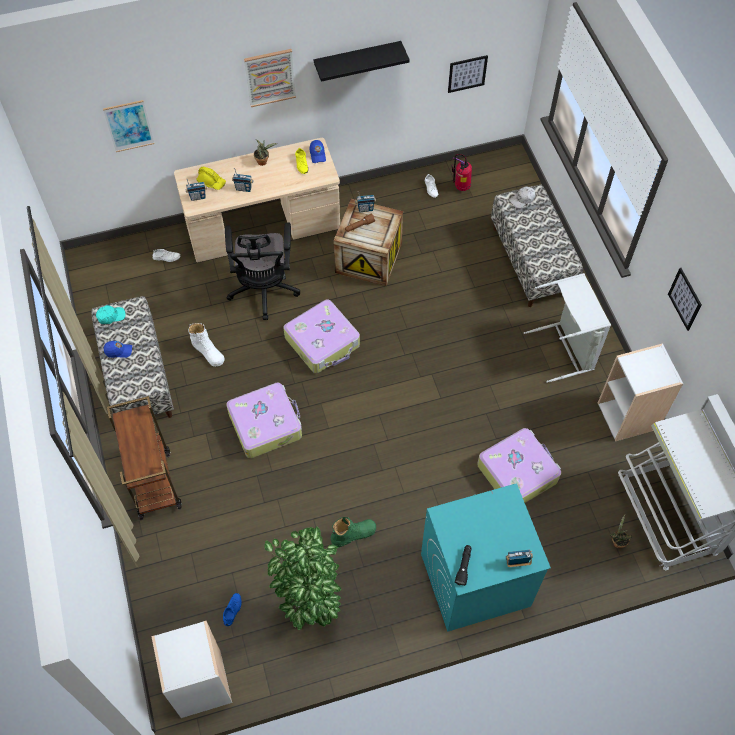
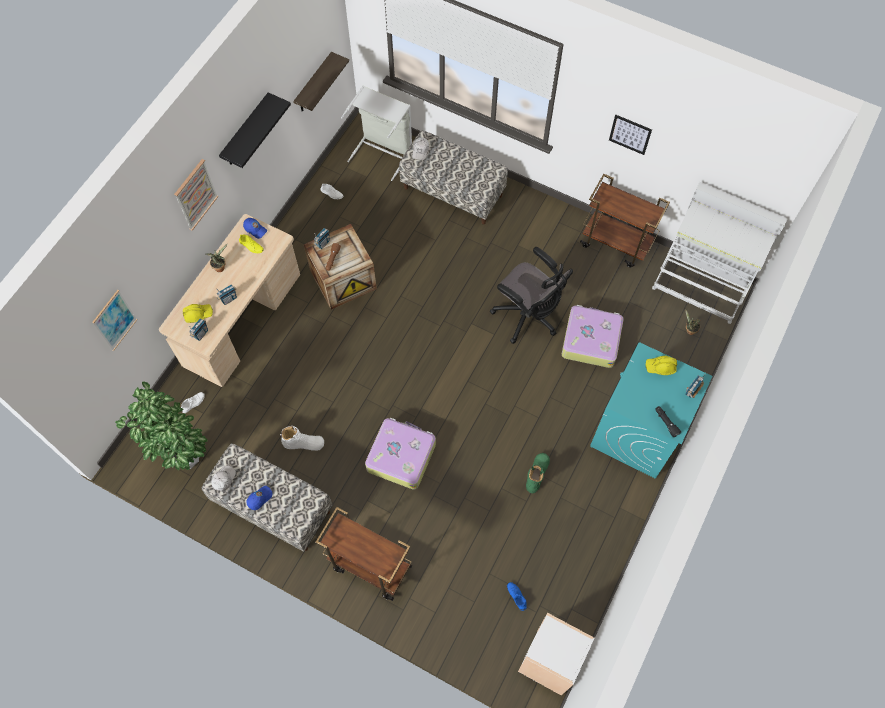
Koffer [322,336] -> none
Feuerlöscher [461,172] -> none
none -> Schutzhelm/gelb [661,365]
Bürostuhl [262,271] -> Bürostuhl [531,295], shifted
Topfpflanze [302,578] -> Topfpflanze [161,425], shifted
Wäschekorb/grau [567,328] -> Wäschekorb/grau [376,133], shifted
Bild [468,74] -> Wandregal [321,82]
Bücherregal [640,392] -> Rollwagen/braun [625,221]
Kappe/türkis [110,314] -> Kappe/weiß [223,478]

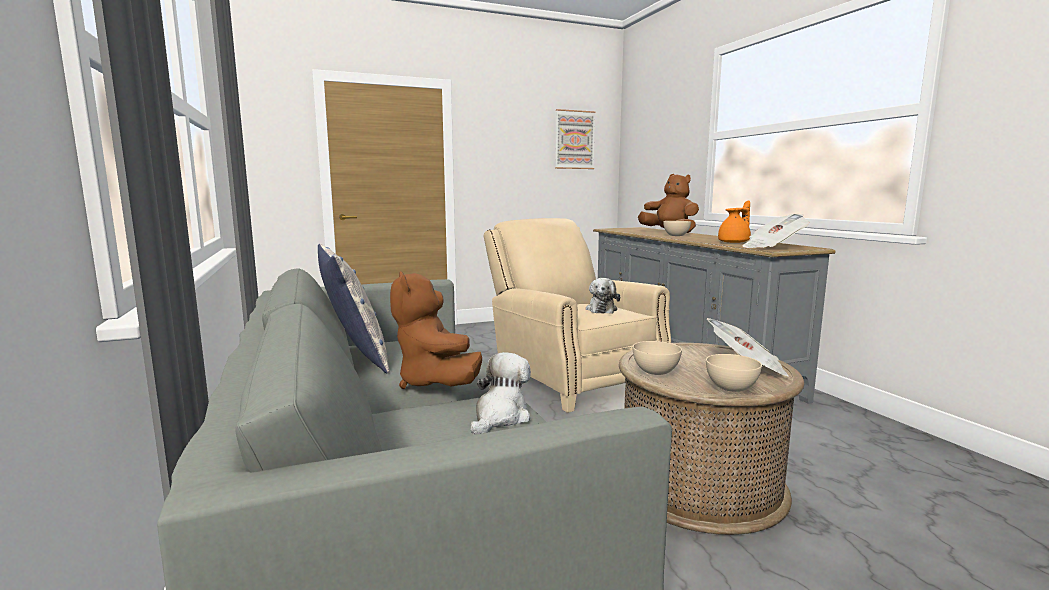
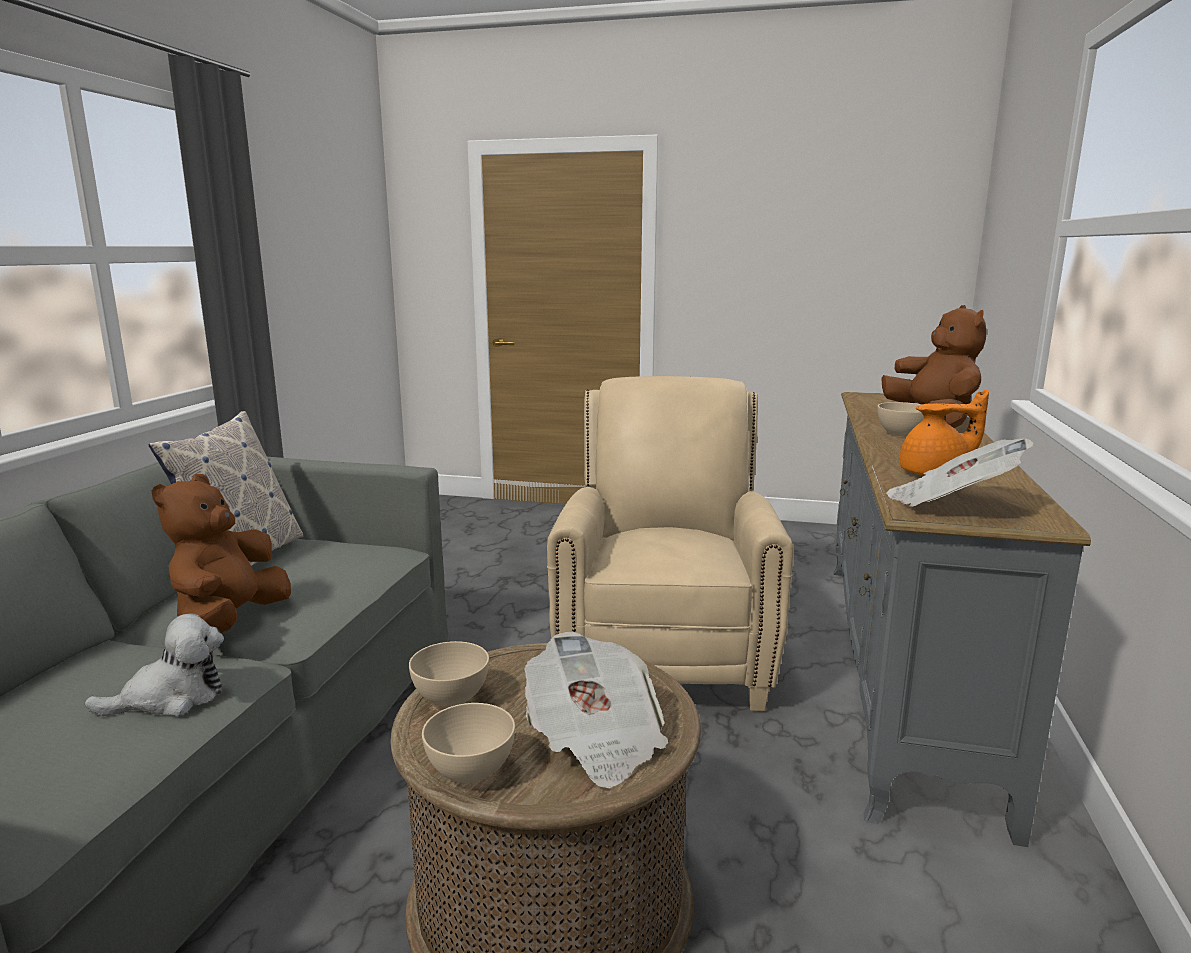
Bild [575,139] -> none
Plüschtier [603,296] -> none

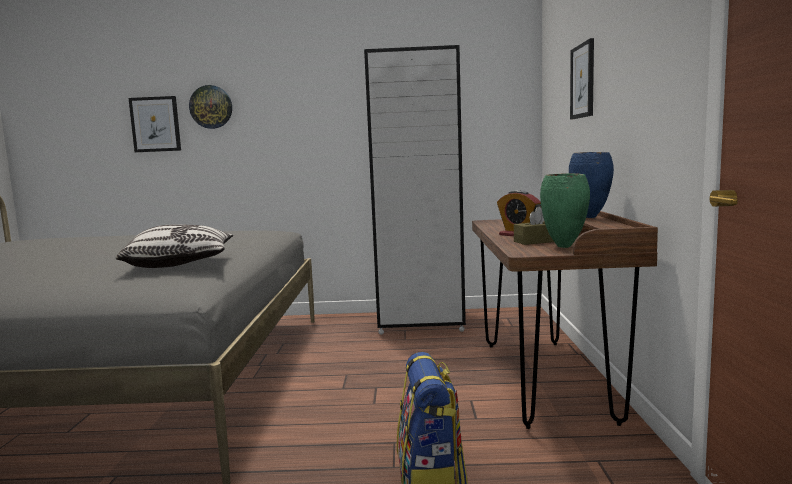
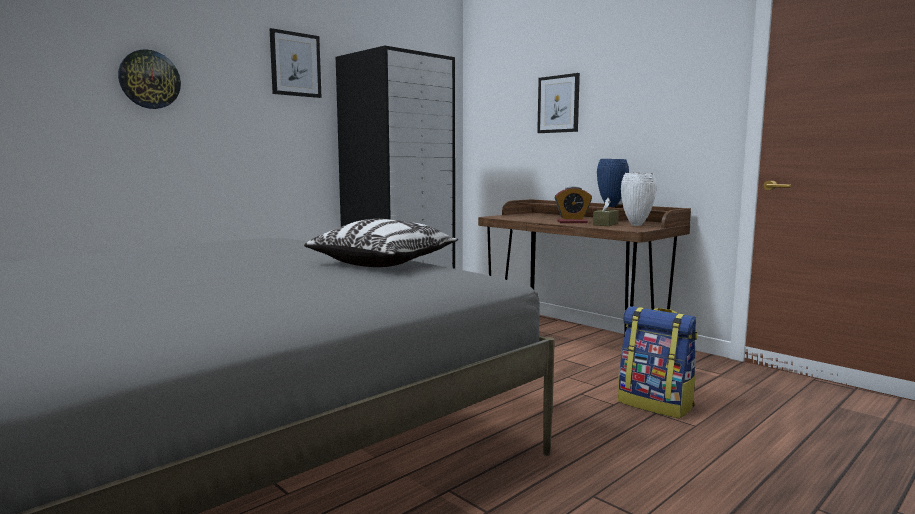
Bild [154,124] -> Bild [296,63], shifted
Vase/grün [565,210] -> Vase/weiß [639,199]

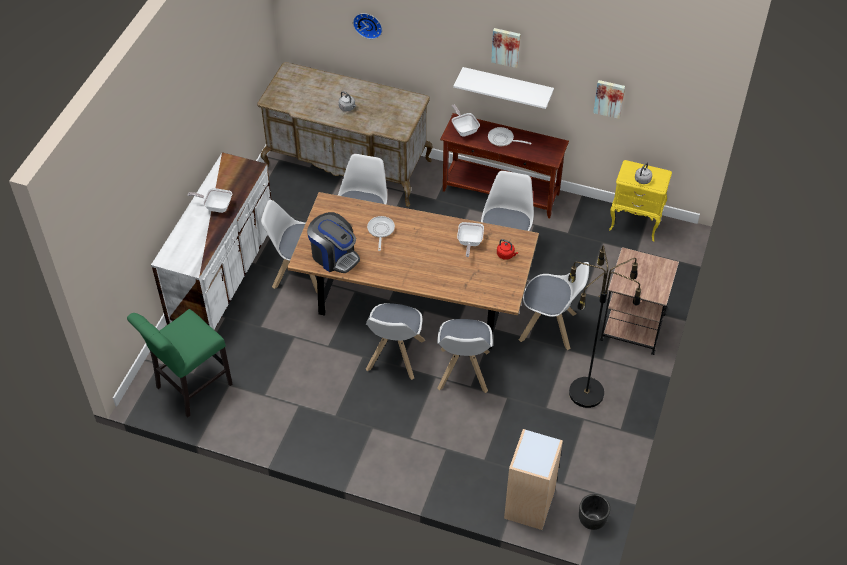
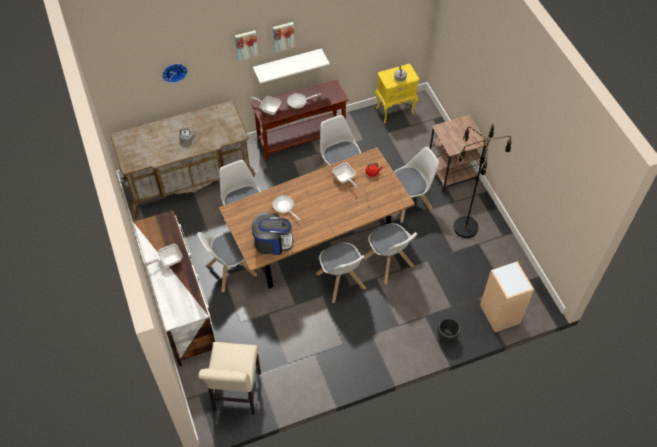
Pflanzkübel/schwarz [594,512] -> Pflanzkübel/schwarz [449,330], shifted
Bild [609,99] -> Bild [246,45], shifted
Hocker/grün [179,363] -> Hocker/beige [230,378]

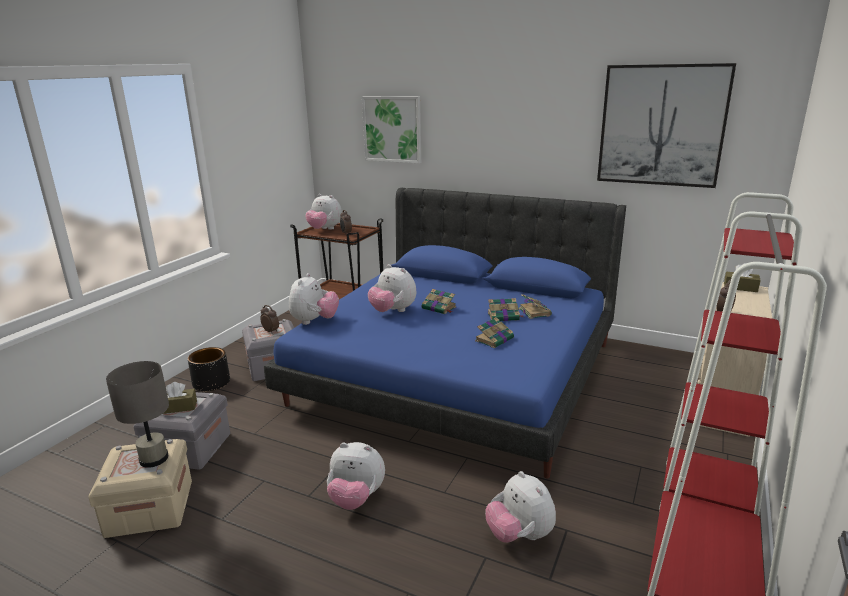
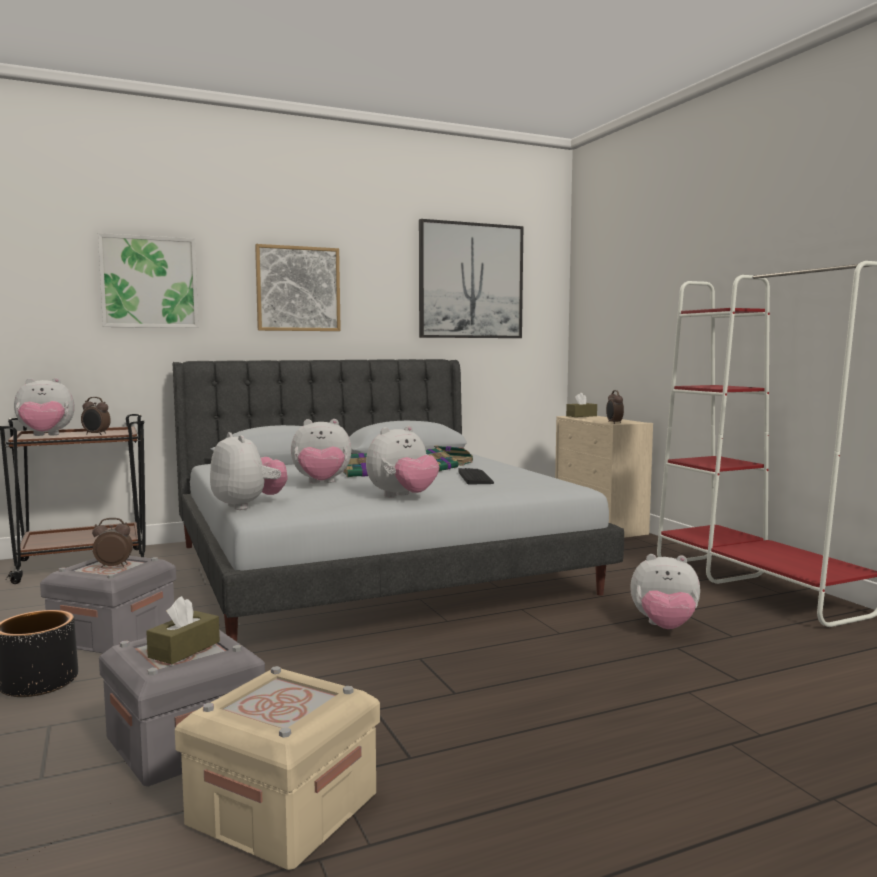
Tischlampe/grau [137,414] -> none
none -> Bild [298,287]
Plüschtier [356,476] -> Plüschtier [402,461], shifted
Buch [494,332] -> Tastatur [476,476]
Bett/blau [445,333] -> Bett/grau [398,500]

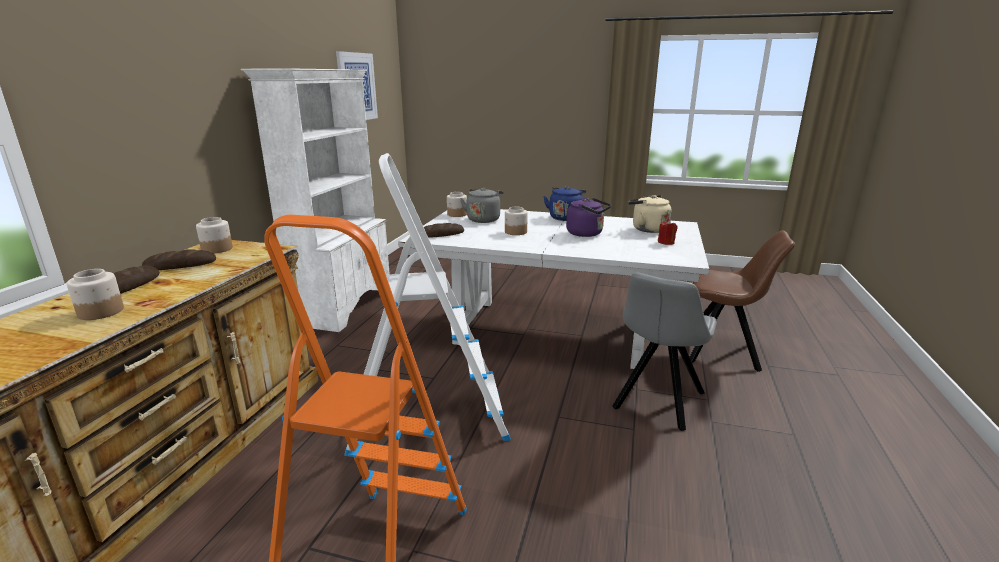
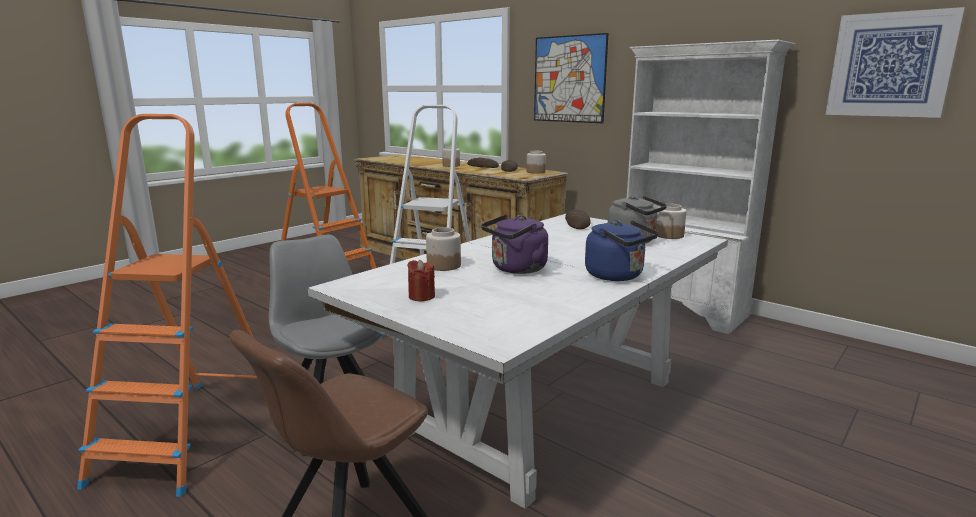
Wasserkessel/beige [649,214] -> none
none -> Trittleiter/orange [167,305]
none -> Bild [571,78]
Vorratsglas [516,221] -> Vorratsglas [443,249], shifted

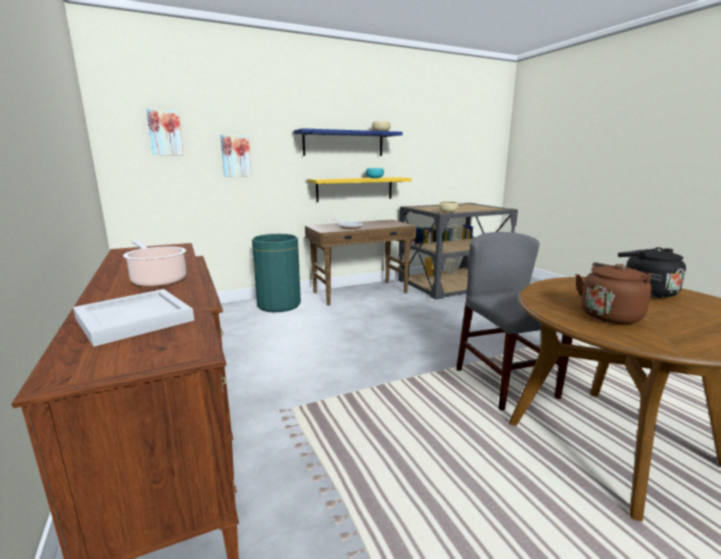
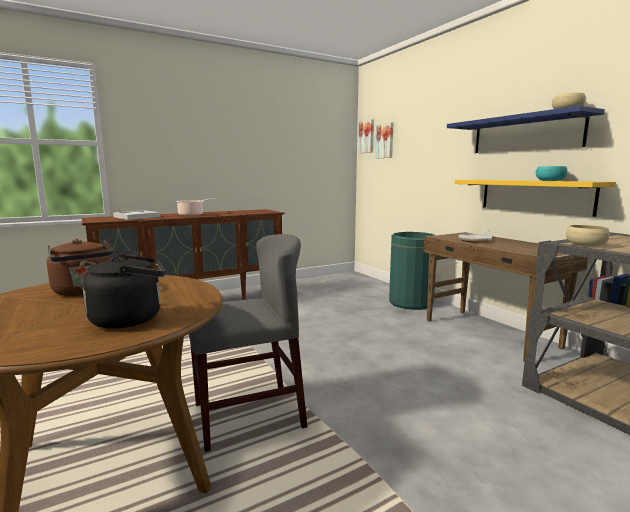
Bild [236,155] -> Bild [366,136], shifted

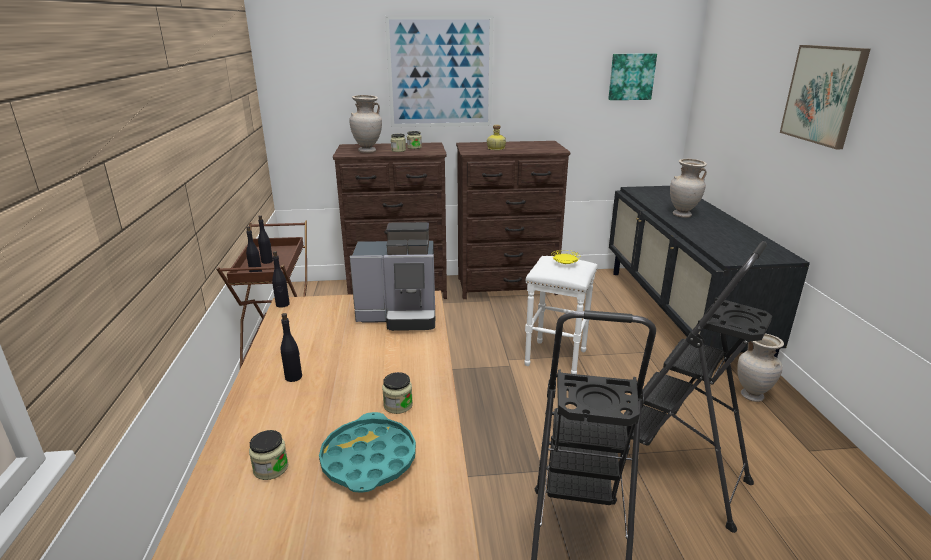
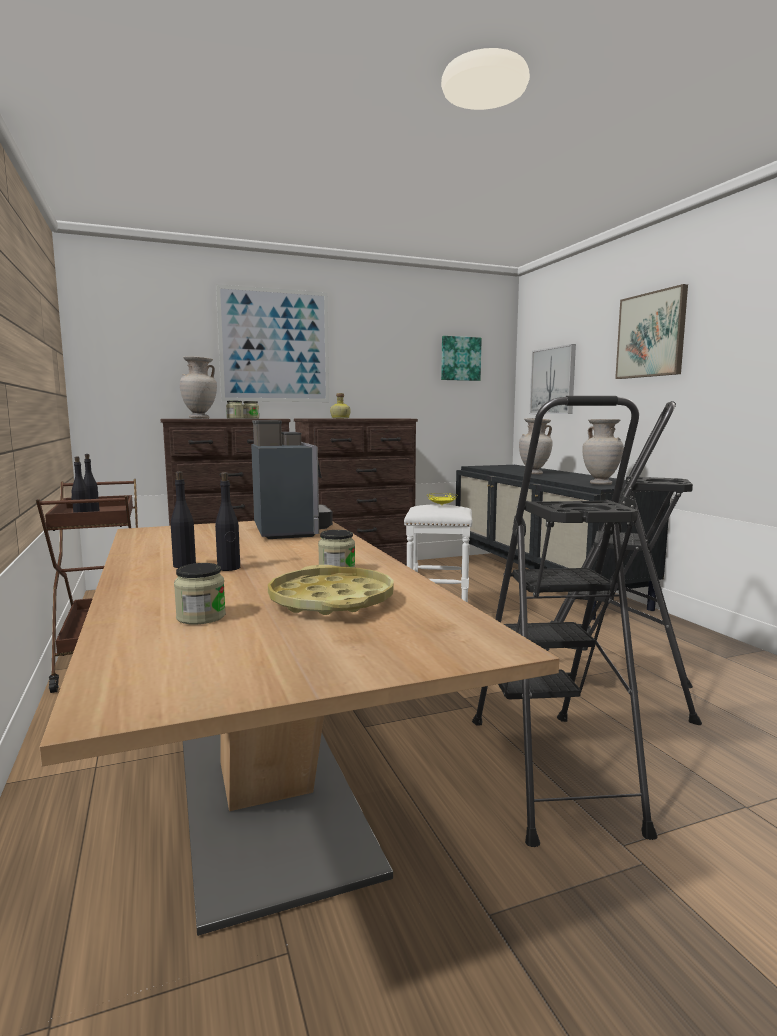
none -> Bild [552,379]
Flasche/schwarz [281,279] -> Flasche/schwarz [227,521], shifted
Vase/beige [760,367] -> Vase/beige [603,452], shifted
Tablett/türkis [367,452] -> Tablett/gelb [331,590]
Kaffeemaschine [392,276] -> Kaffeemaschine [292,479], 90 degrees counterclockwise

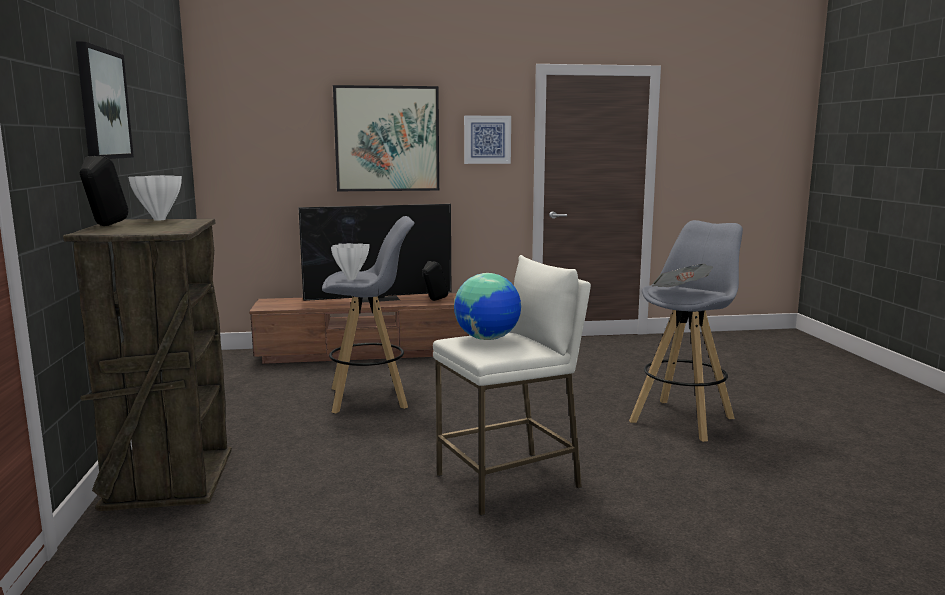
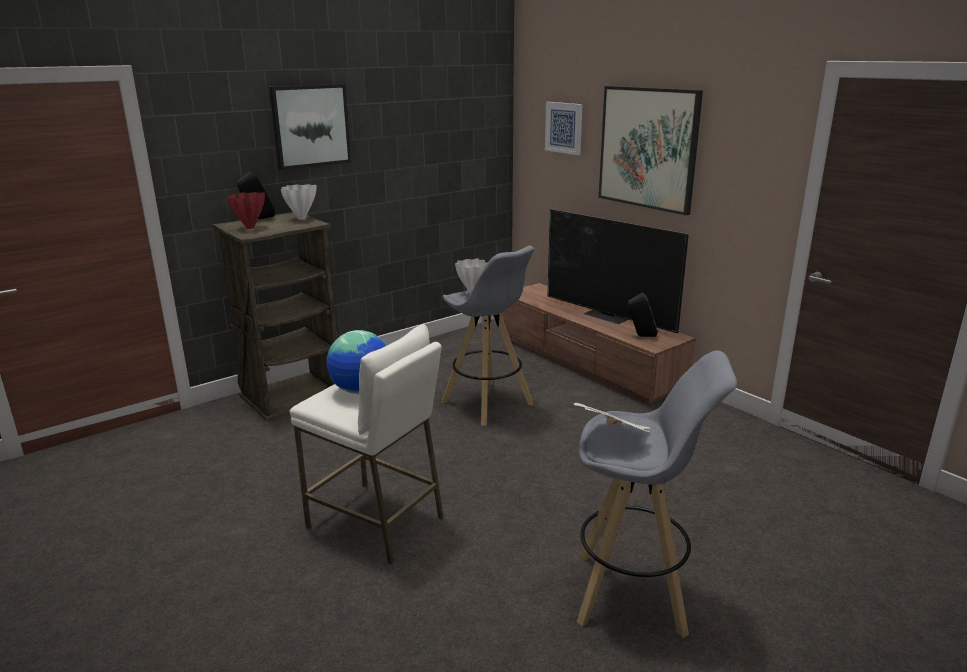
none -> Vase/rot [246,210]
Bild [487,140] -> Bild [564,128], shifted

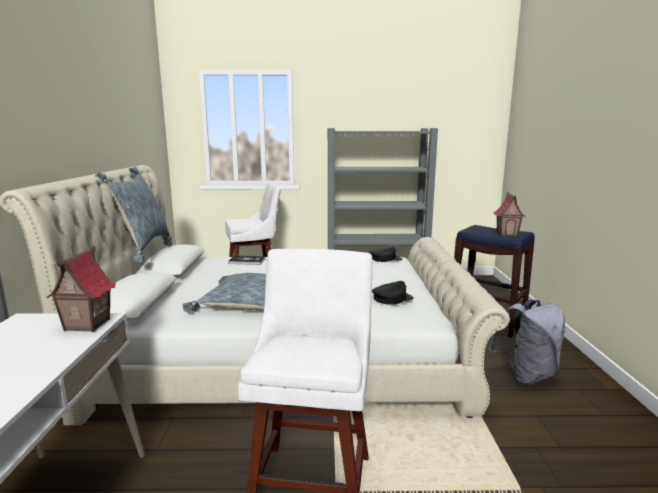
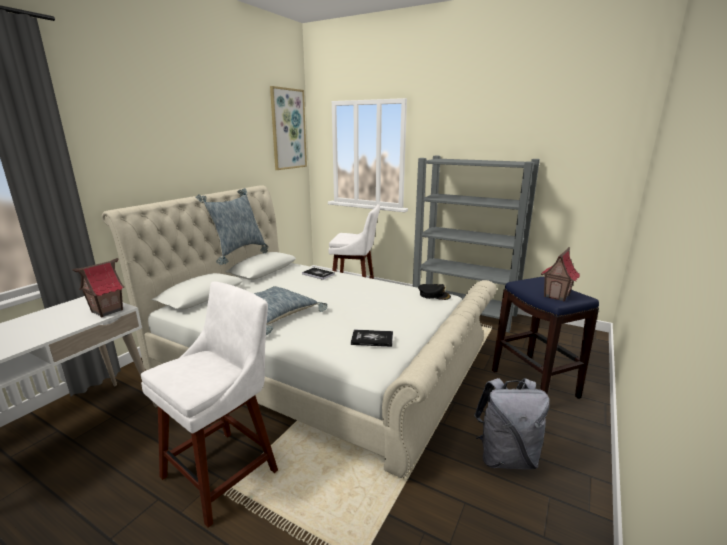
none -> Bild [288,128]
Kappe/schwarz [393,293] -> Buch [372,338]

